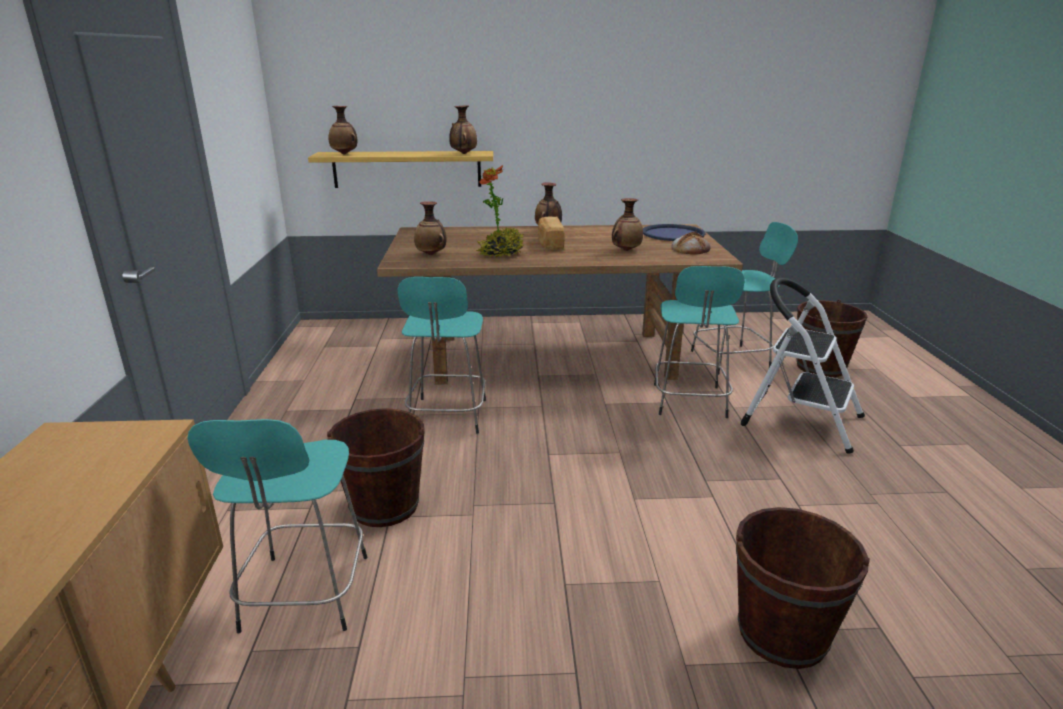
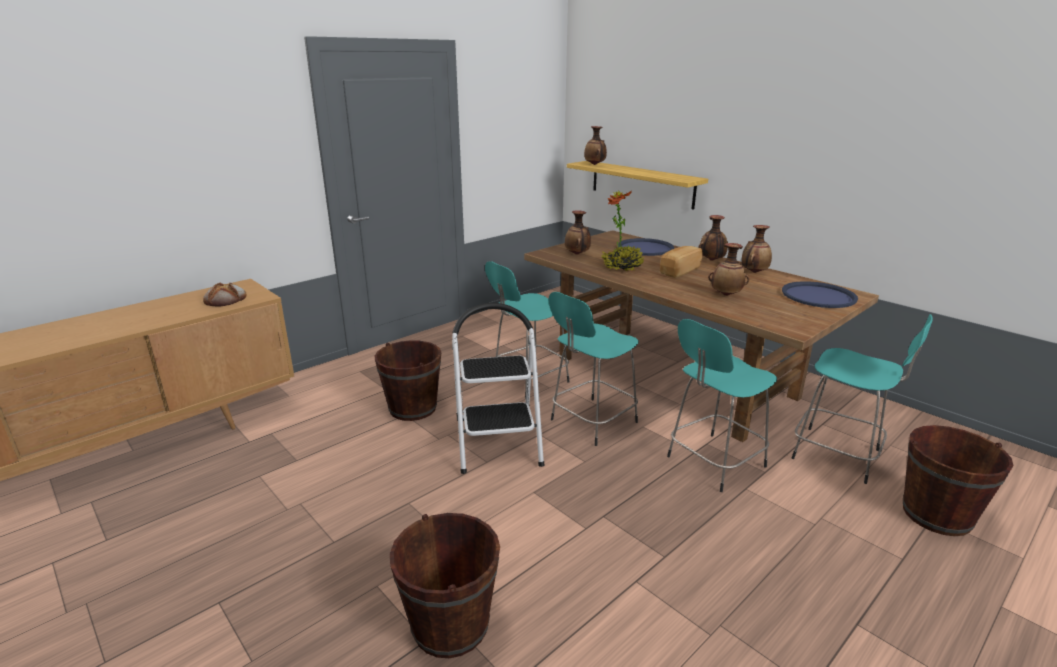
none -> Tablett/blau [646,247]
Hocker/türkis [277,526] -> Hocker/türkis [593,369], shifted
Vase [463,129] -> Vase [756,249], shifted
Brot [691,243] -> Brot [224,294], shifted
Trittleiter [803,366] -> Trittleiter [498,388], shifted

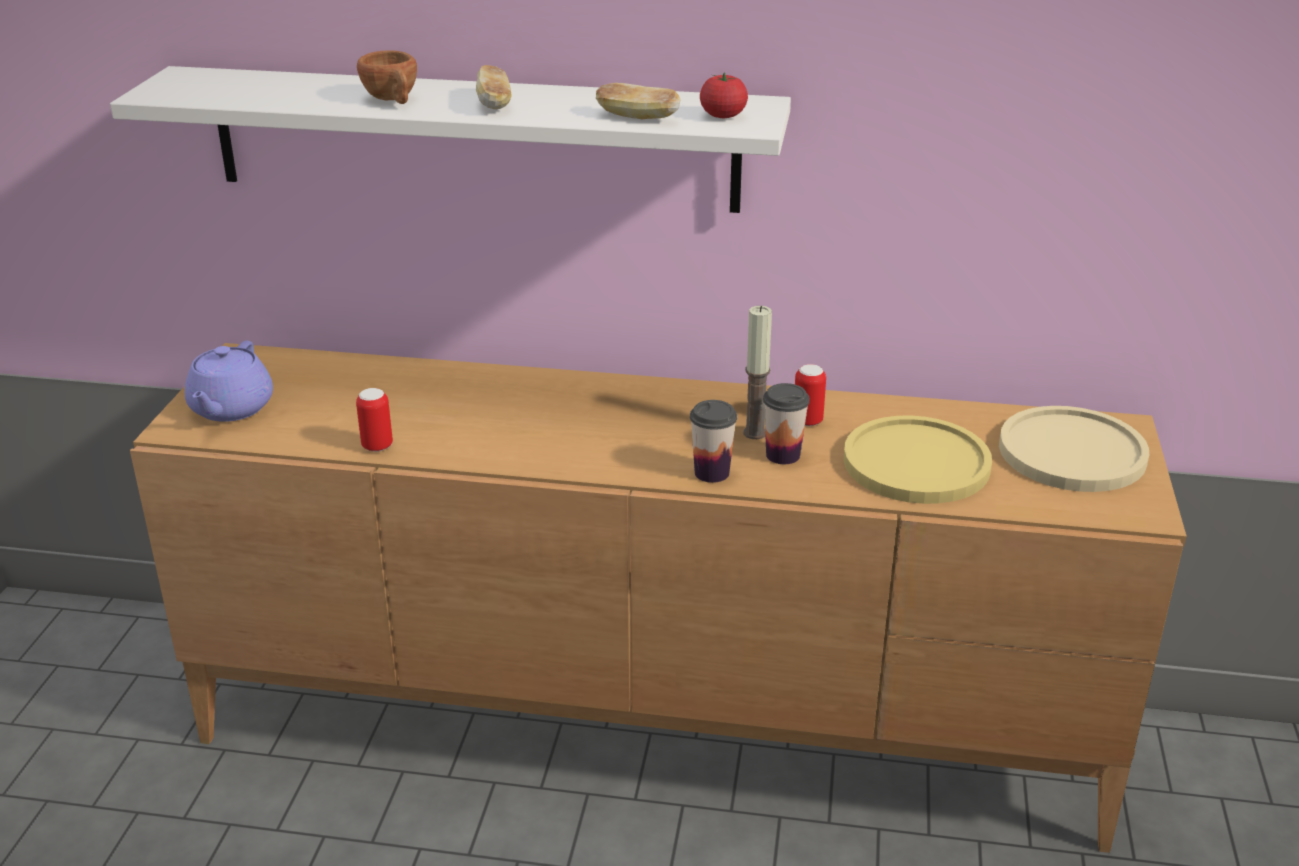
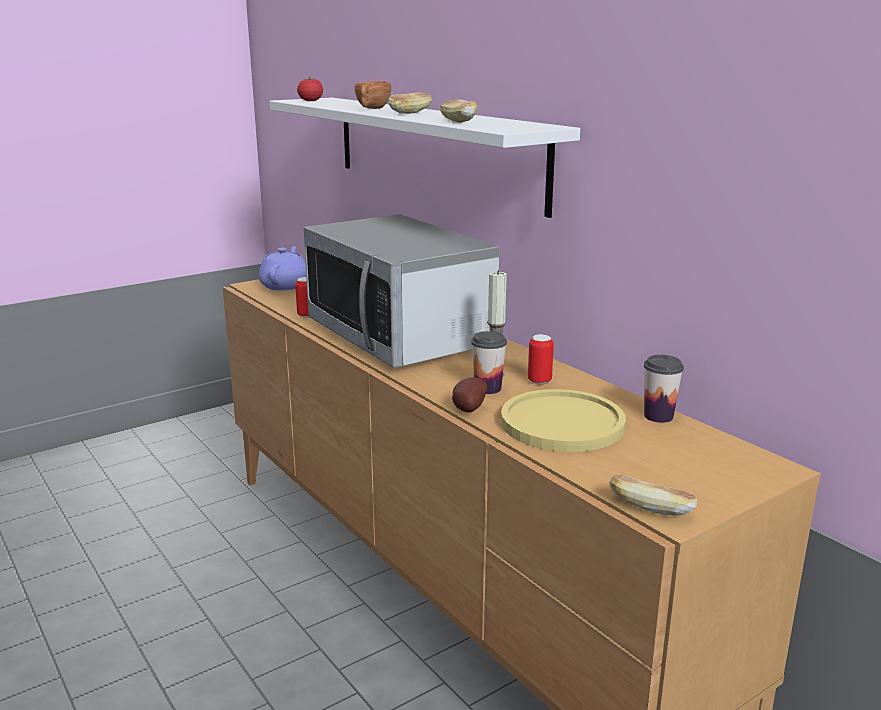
Teller/beige [1074,449] -> none
none -> Mikrowelle [401,291]
none -> Kartoffel [469,394]
none -> Brot [654,495]
Tasse [713,441] -> Tasse [664,389], shifted
Tomate [724,95] -> Tomate [310,88], shifted
Teekanne/lila [229,381] -> Teekanne/lila [282,268], 135 degrees clockwise

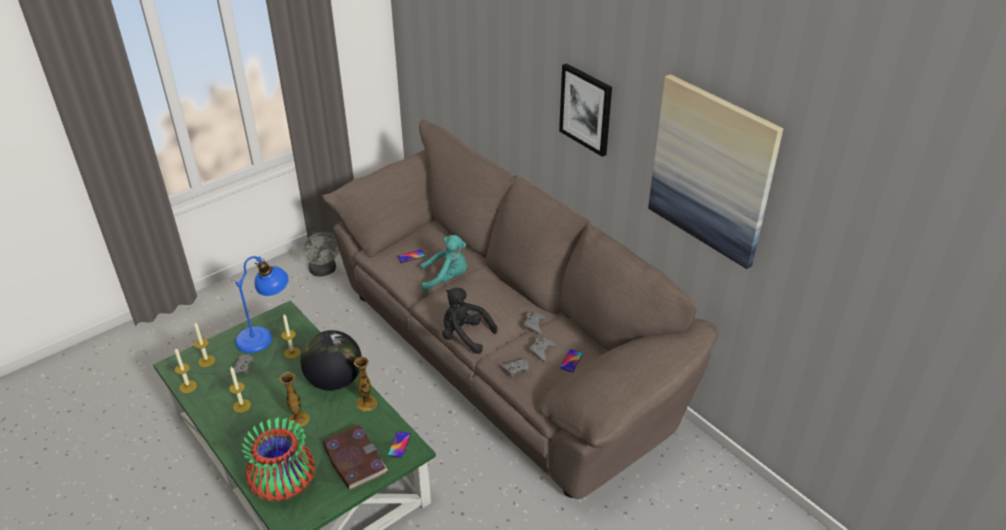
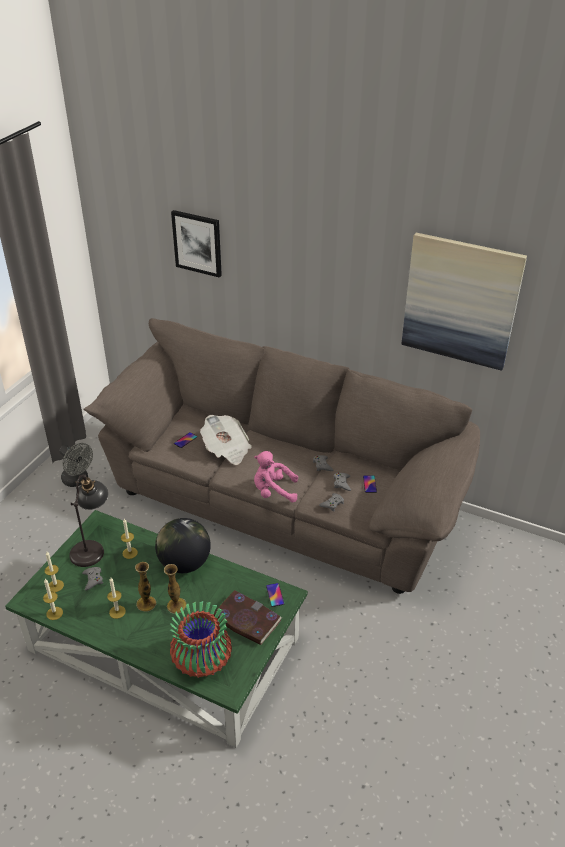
Vase [365,384] -> Vase [145,587], shifted
Bild [585,110] -> Bild [196,244], shifted
Plüschtier/türkis [443,263] -> Zeitung [226,440]
Tischlampe/blau [262,304] -> Tischlampe/grau [88,520]
Plüschtier/schwarz [470,320] -> Plüschtier/rosa [276,476]

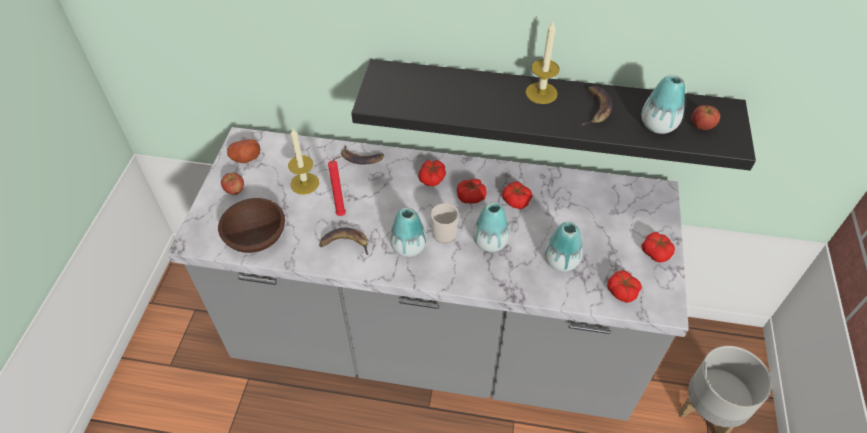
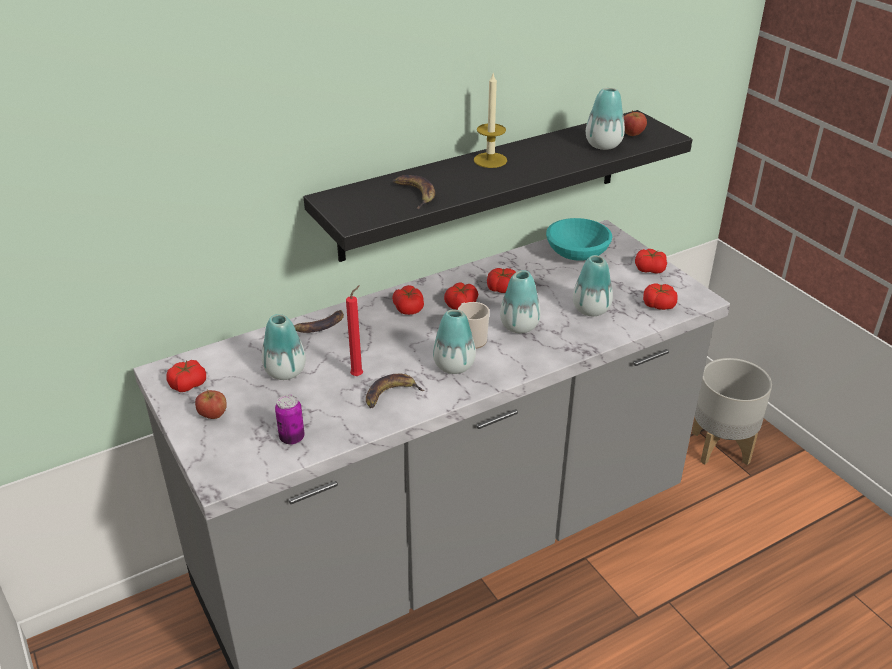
none -> Schüssel/türkis [579,239]
Banane [597,105] -> Banane [414,192], shifted
Schüssel/braun [251,225] -> Dose [290,420]
Kartoffel [243,151] -> Tomate [186,376]
Kerze [303,161] -> Vase [284,347]

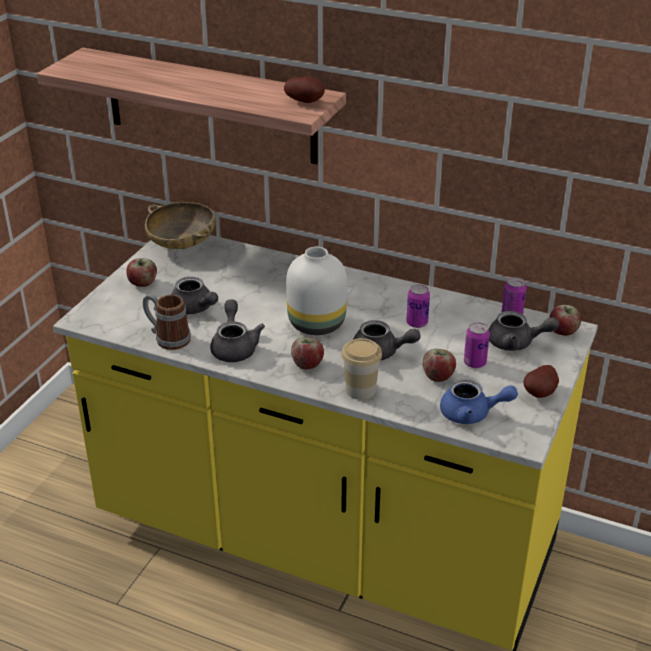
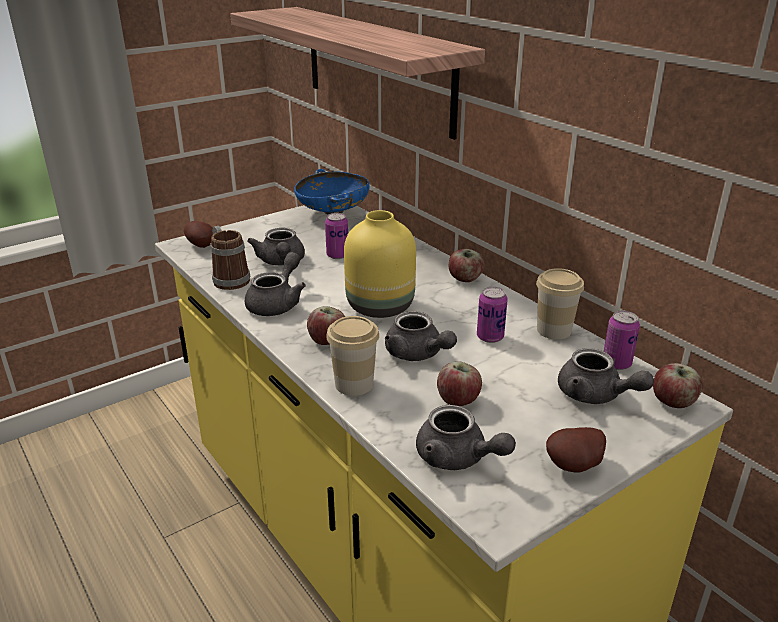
none -> Tasse [560,303]
Apfel [141,272] -> Apfel [467,265], shifted
Kartoffel [304,89] -> Kartoffel [198,234], shifted
Dose [477,345] -> Dose [336,236], shifted
Schüssel/beige [180,225] -> Schüssel/blau [331,192]
Vase/weiß [316,291] -> Vase/gelb [380,264]
Teekanne/blau [479,401] -> Teekanne/grau [466,437]

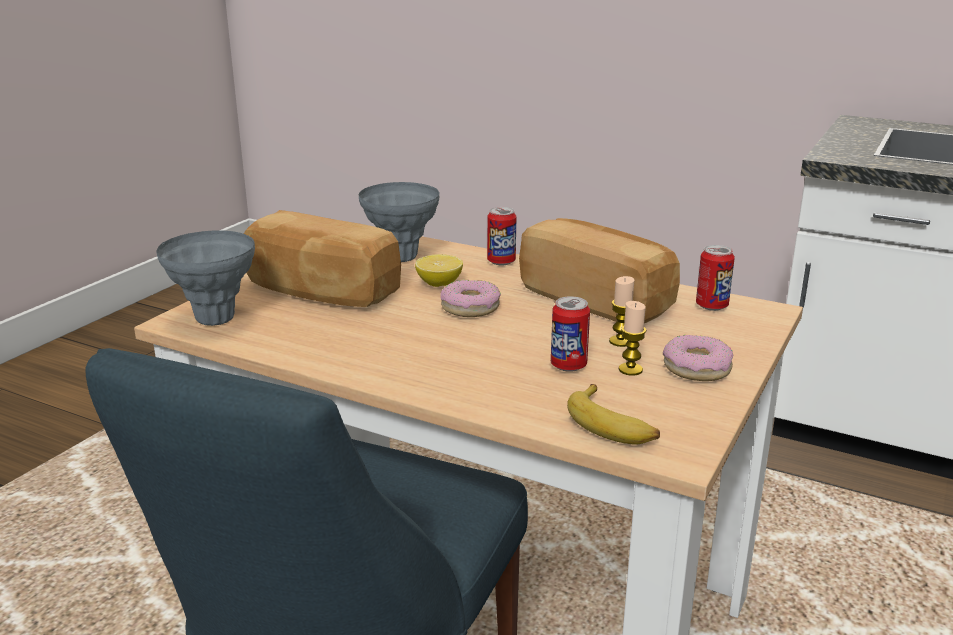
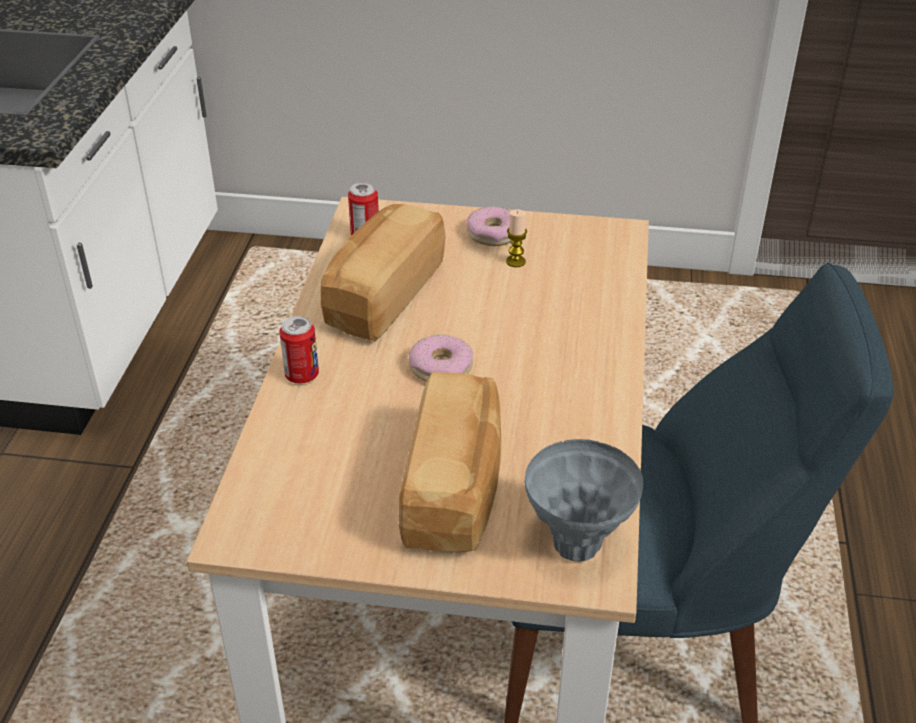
Vase/grau [398,222] -> none
Zitrone [439,270] -> none
Dose [570,334] -> none
Banane [613,414] -> none
Kerze [621,311] -> none

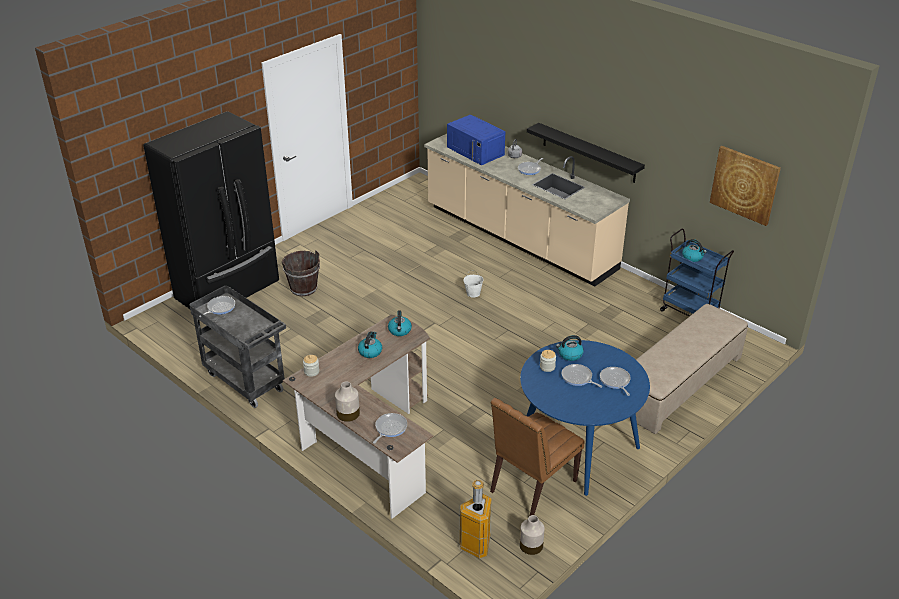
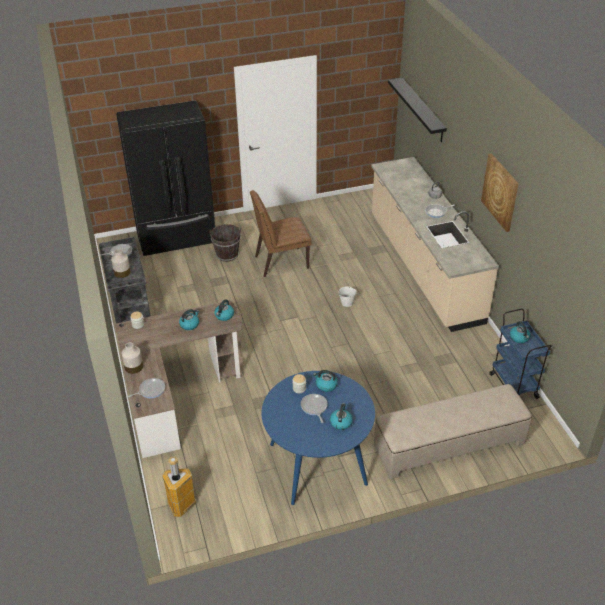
Mikrowelle/blau [476,140] -> none
Stuhl/braun [537,457] -> Stuhl/braun [281,233], shifted
Vase/beige [532,535] -> Vase/beige [121,263], shifted
Wandregal/schwarz [586,153] -> Wandregal/schwarz [417,110], shifted
Bild [745,186] -> Bild [500,192], shifted
Pfanne [615,381] -> Wasserkessel [341,416]

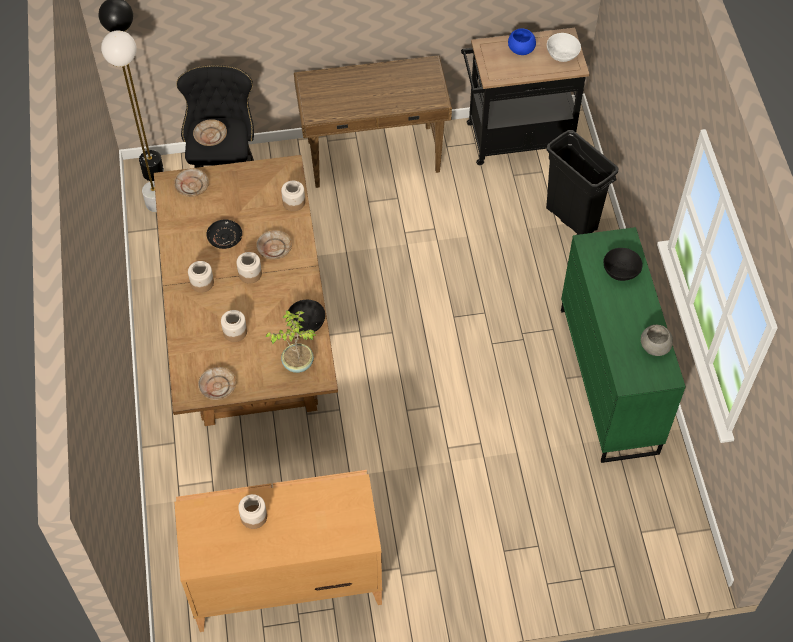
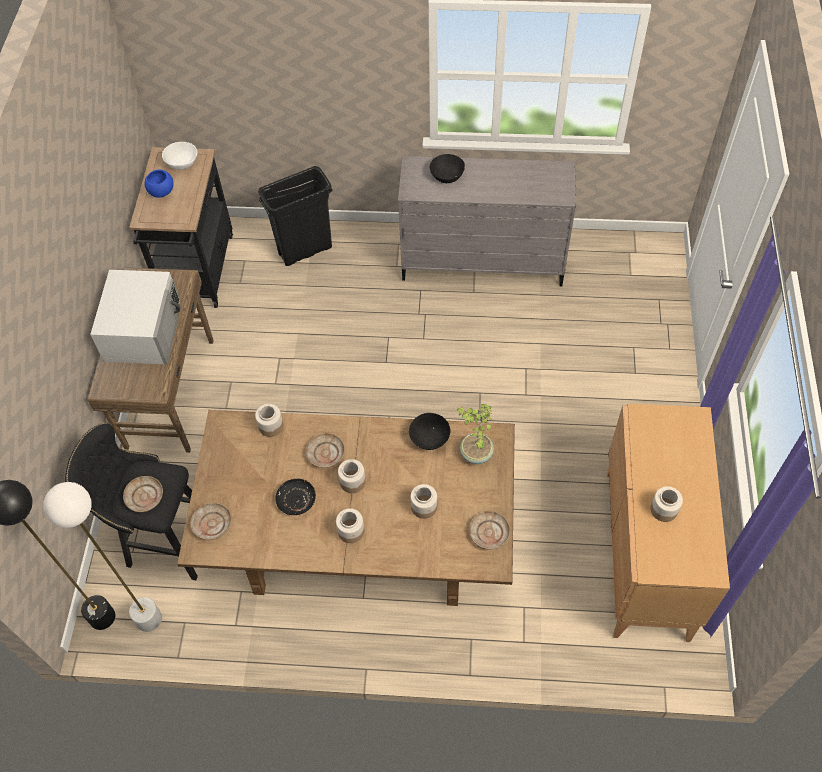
Schüssel/grau [657,340] -> none
none -> Mikrowelle/weiß [135,317]
Kommode/grün [623,345] -> Kommode/grau [487,221]

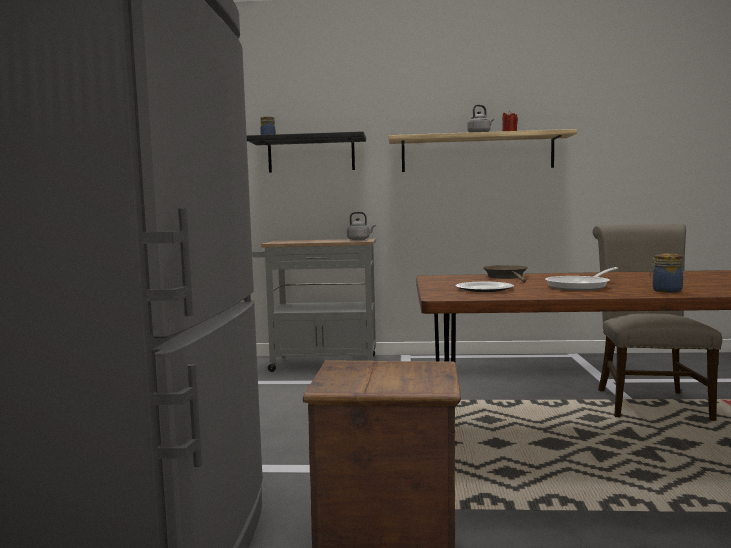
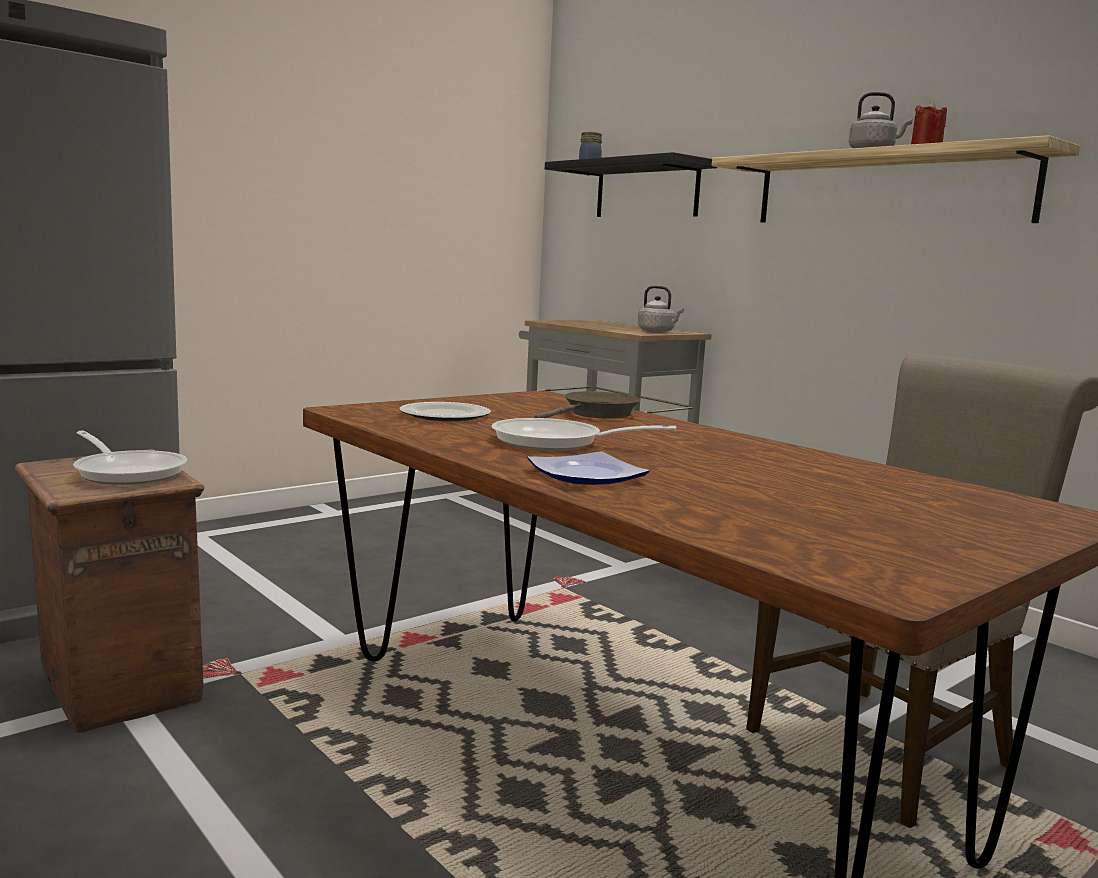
none -> Pfanne [130,458]
Vorratsglas [666,273] -> Teller [588,468]

